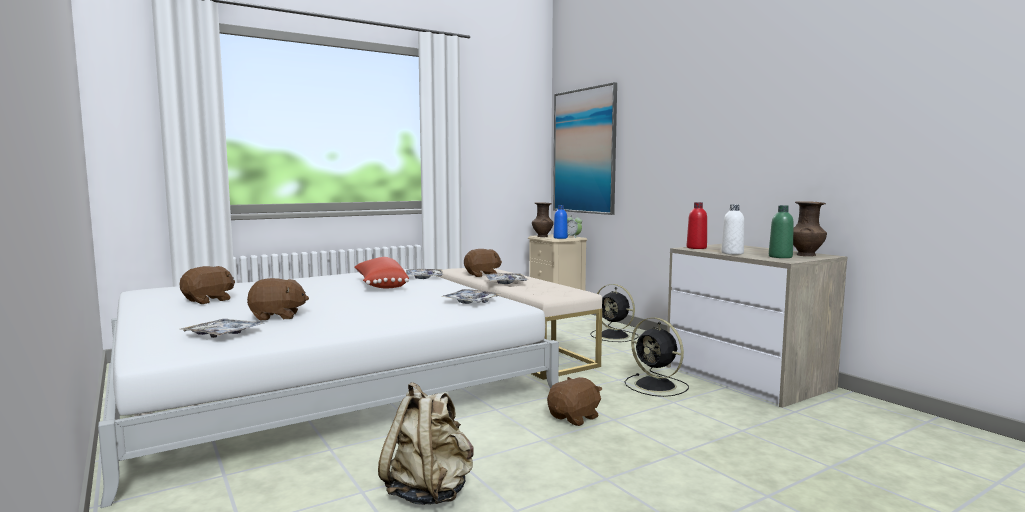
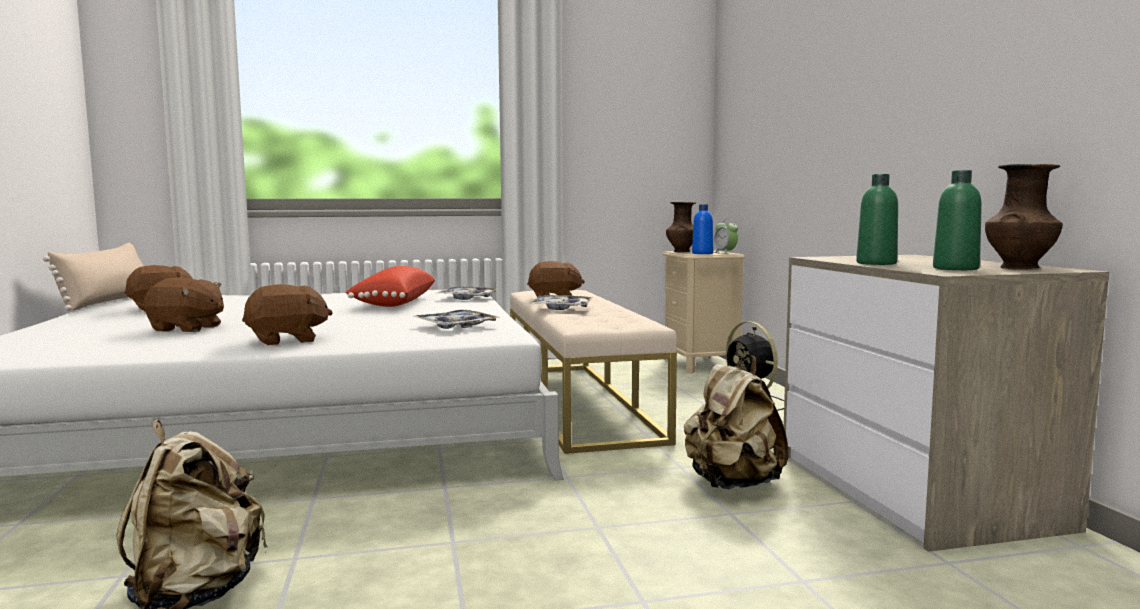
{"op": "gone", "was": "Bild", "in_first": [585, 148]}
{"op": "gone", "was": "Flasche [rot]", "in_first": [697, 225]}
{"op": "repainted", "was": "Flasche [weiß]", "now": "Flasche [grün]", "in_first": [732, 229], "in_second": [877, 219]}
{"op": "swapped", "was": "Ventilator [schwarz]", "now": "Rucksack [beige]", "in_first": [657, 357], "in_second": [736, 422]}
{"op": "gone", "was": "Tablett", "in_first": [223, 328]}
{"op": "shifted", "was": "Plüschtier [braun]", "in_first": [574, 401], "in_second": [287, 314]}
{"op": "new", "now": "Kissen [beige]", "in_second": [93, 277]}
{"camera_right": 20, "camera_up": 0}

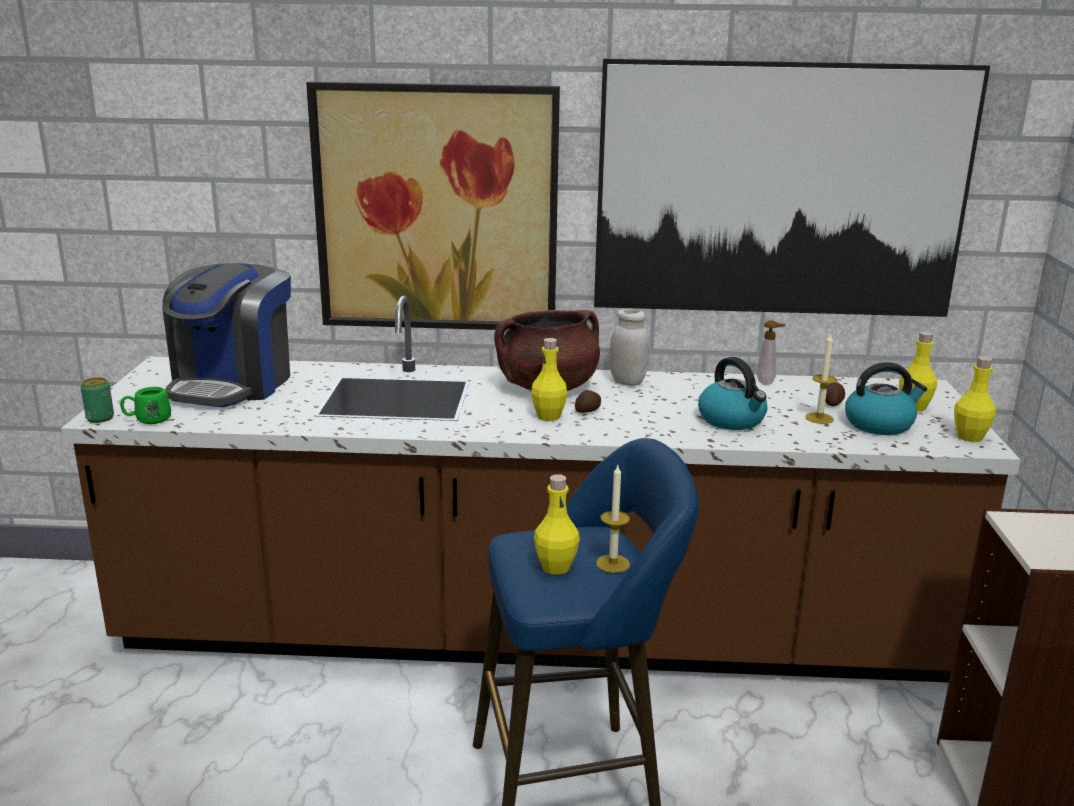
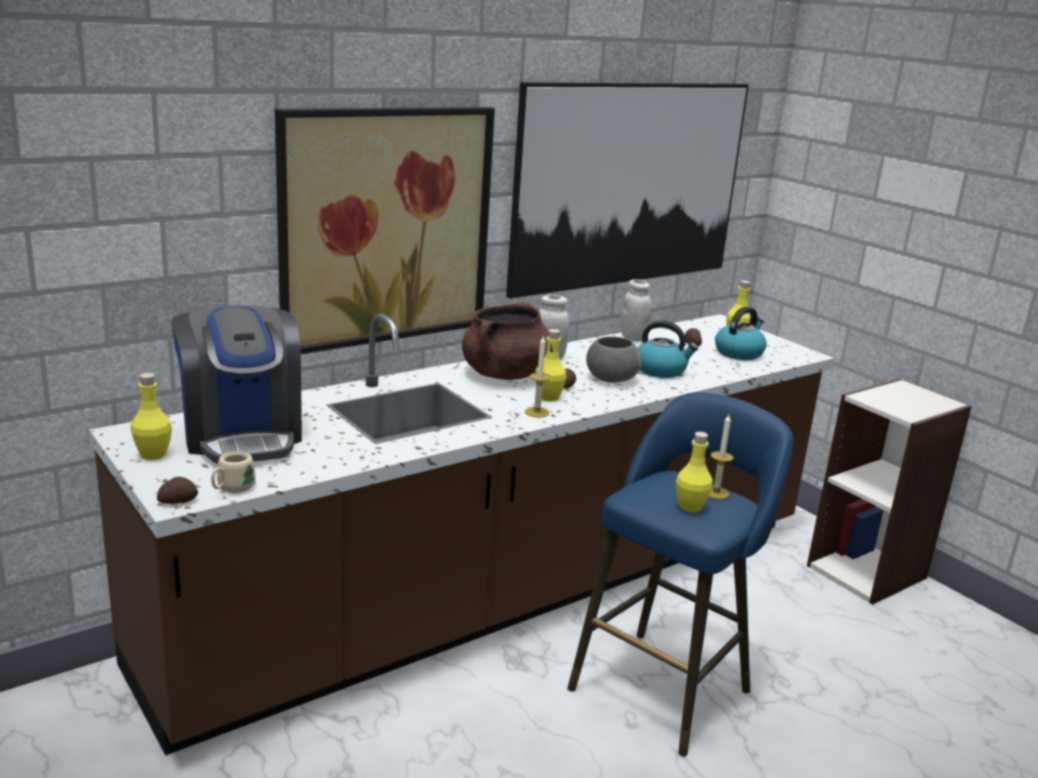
{"op": "swapped", "was": "Seifenspender", "now": "Vorratsglas [weiß]", "in_first": [770, 353], "in_second": [636, 310]}
{"op": "shifted", "was": "Kerze", "in_first": [821, 378], "in_second": [538, 376]}
{"op": "shifted", "was": "Flasche [gelb]", "in_first": [975, 399], "in_second": [151, 416]}
{"op": "swapped", "was": "Dose", "now": "Kartoffel", "in_first": [97, 400], "in_second": [177, 490]}
{"op": "repainted", "was": "Henkelbecher [grün]", "now": "Henkelbecher [beige]", "in_first": [145, 405], "in_second": [233, 472]}
{"op": "new", "now": "Schüssel [grau]", "in_second": [613, 359]}
{"camera_right": -40, "camera_up": 0}

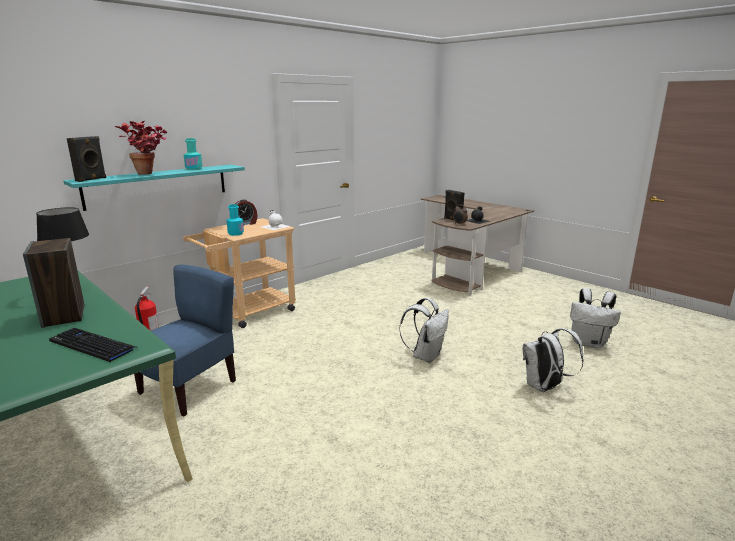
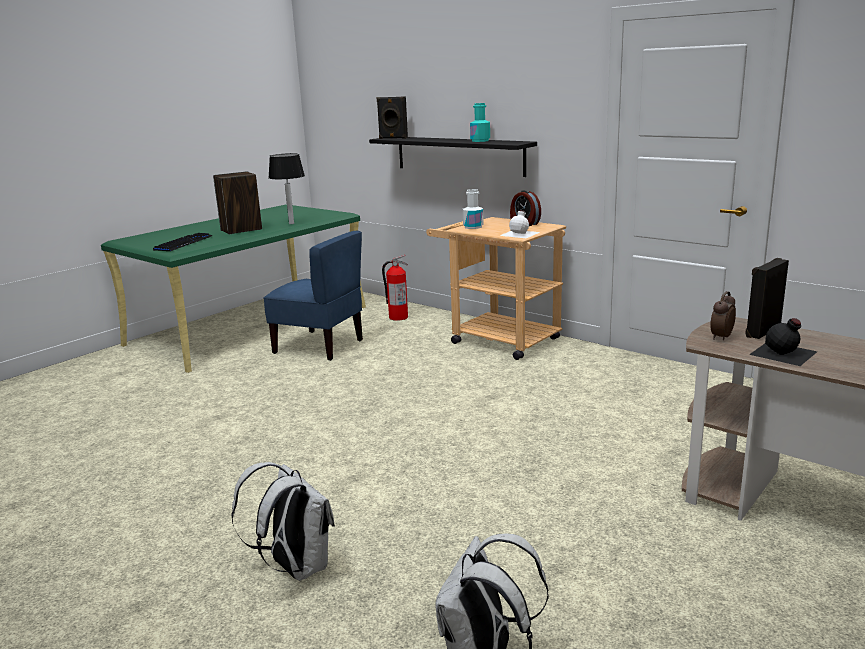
{"op": "gone", "was": "Topfpflanze", "in_first": [141, 148]}
{"op": "repainted", "was": "Wandregal [türkis]", "now": "Wandregal [schwarz]", "in_first": [154, 188], "in_second": [453, 157]}
{"op": "repainted", "was": "Flasche [türkis]", "now": "Flasche [weiß]", "in_first": [235, 220], "in_second": [473, 209]}
{"op": "gone", "was": "Rucksack [weiß]", "in_first": [424, 330]}
{"camera_right": 85, "camera_up": 0}

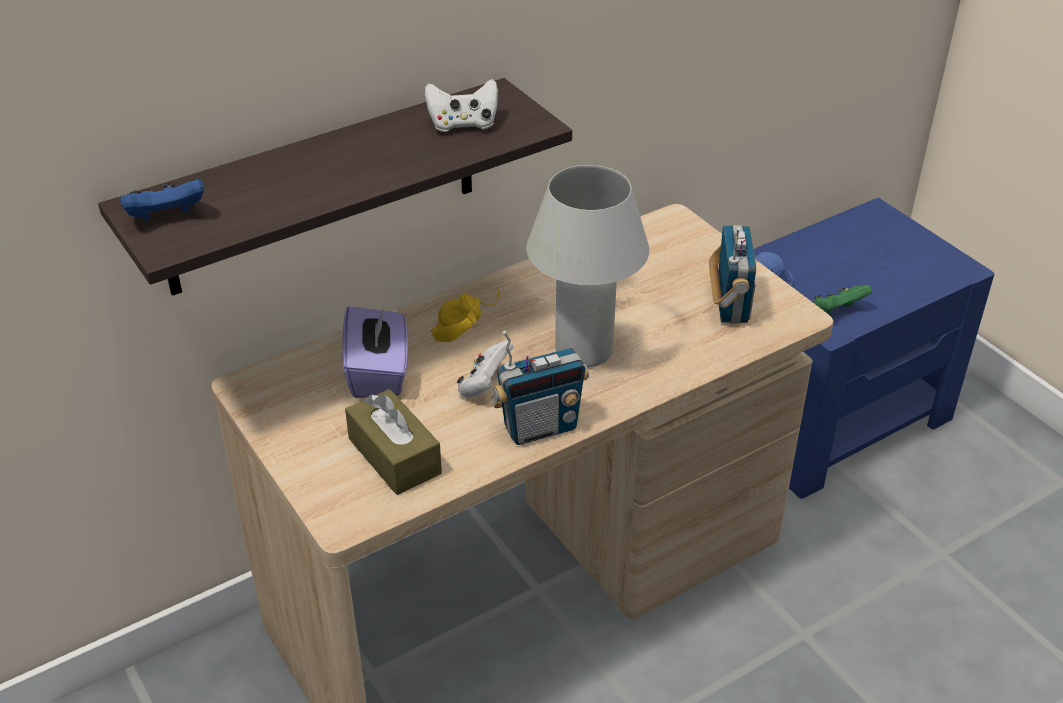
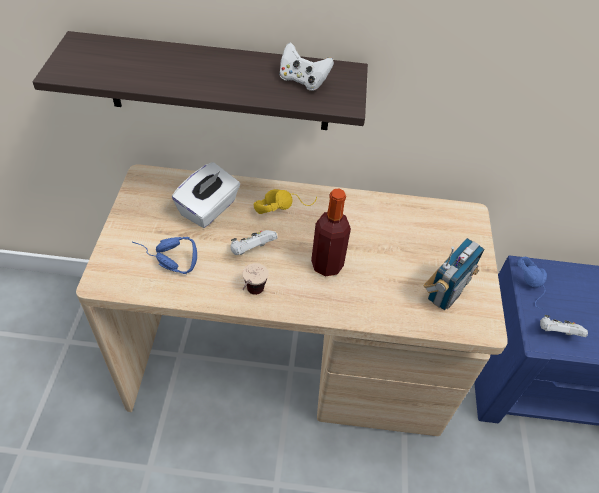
{"op": "swapped", "was": "Tischlampe [weiß]", "now": "Flasche", "in_first": [587, 266], "in_second": [331, 232]}
{"op": "gone", "was": "Gamepad [blau]", "in_first": [162, 200]}
{"op": "repainted", "was": "Gamepad [grün]", "now": "Gamepad [weiß]", "in_first": [843, 299], "in_second": [564, 326]}
{"op": "repainted", "was": "Taschentuchbox [lila]", "now": "Taschentuchbox [weiß]", "in_first": [375, 350], "in_second": [206, 195]}
{"op": "swapped", "was": "Radio", "now": "Tasse", "in_first": [540, 387], "in_second": [255, 279]}
{"op": "swapped", "was": "Taschentuchbox [braun]", "now": "Kopfhörer [blau]", "in_first": [393, 442], "in_second": [165, 255]}
{"camera_right": 35, "camera_up": 10}

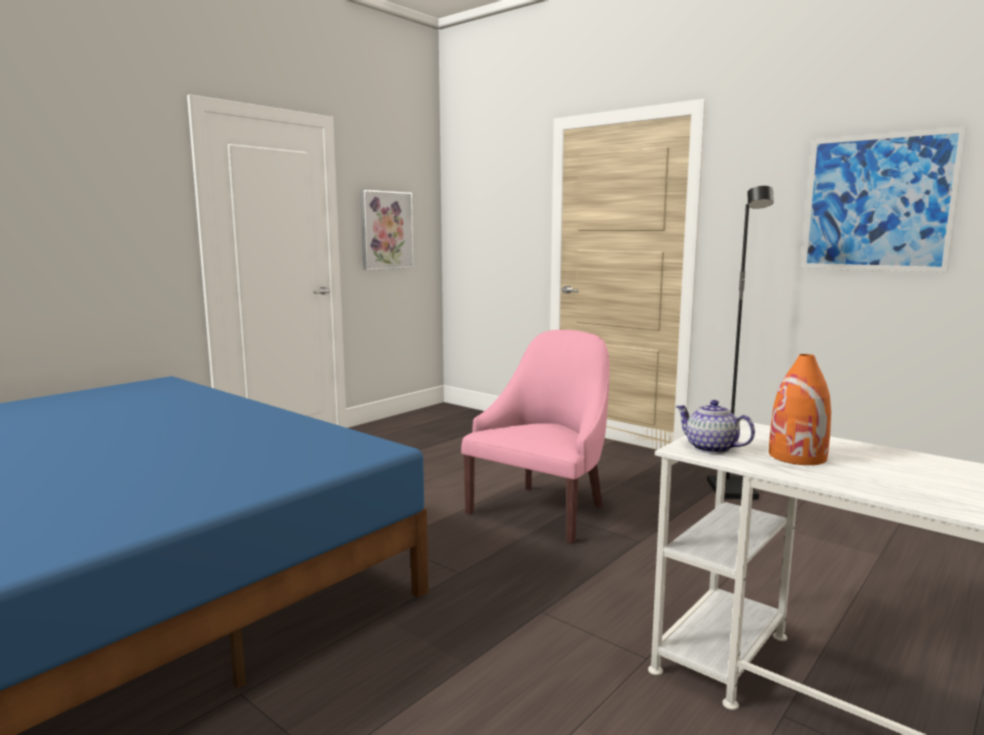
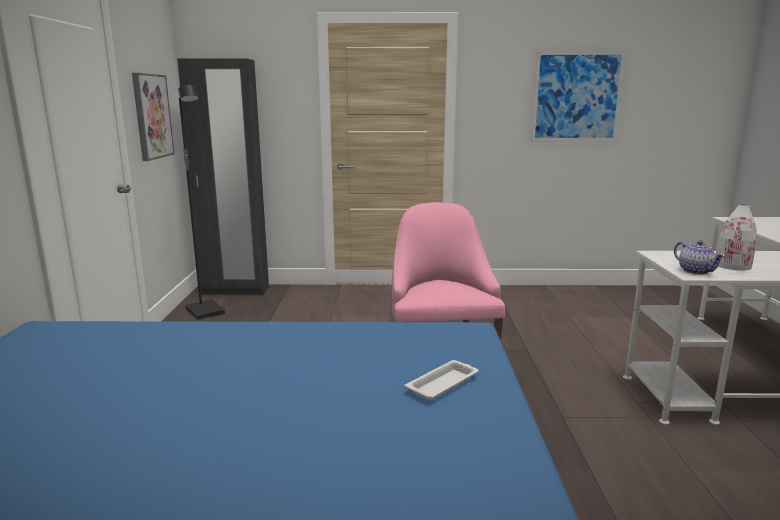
{"op": "shifted", "was": "Stehlampe [schwarz]", "in_first": [740, 343], "in_second": [201, 202]}
{"op": "repainted", "was": "Vase [orange]", "now": "Vase [weiß]", "in_first": [800, 409], "in_second": [736, 237]}
{"op": "rotated", "was": "Teekanne", "in_first": [715, 427], "in_second": [699, 257], "clockwise": -120}
{"op": "new", "now": "Kleiderschrank [schwarz]", "in_second": [223, 177]}
{"op": "new", "now": "Tablett [weiß]", "in_second": [441, 380]}
{"camera_right": -40, "camera_up": 5}

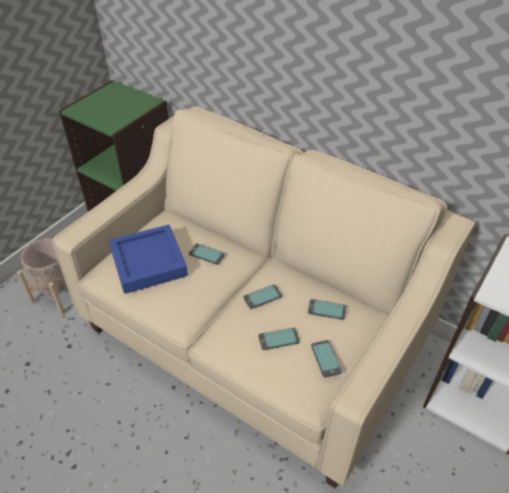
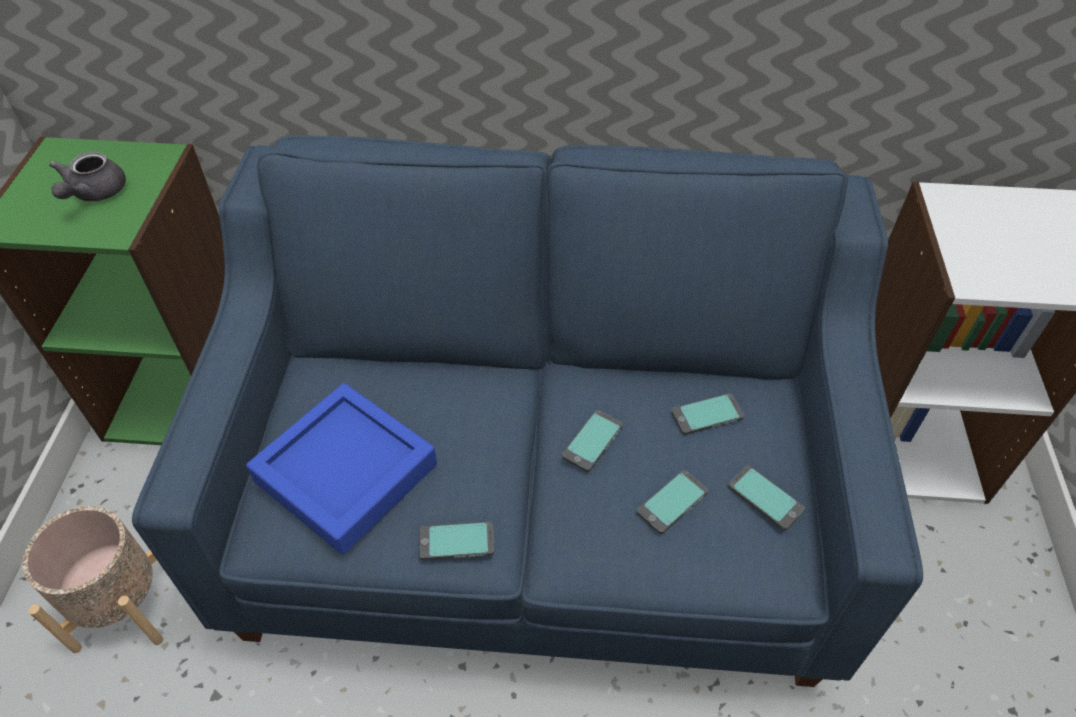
{"op": "repainted", "was": "Sofa [beige]", "now": "Sofa [blau]", "in_first": [264, 297], "in_second": [527, 411]}
{"op": "shifted", "was": "Handy", "in_first": [207, 254], "in_second": [456, 541]}
{"op": "new", "now": "Teekanne [grau]", "in_second": [87, 176]}
{"camera_right": -30, "camera_up": 5}

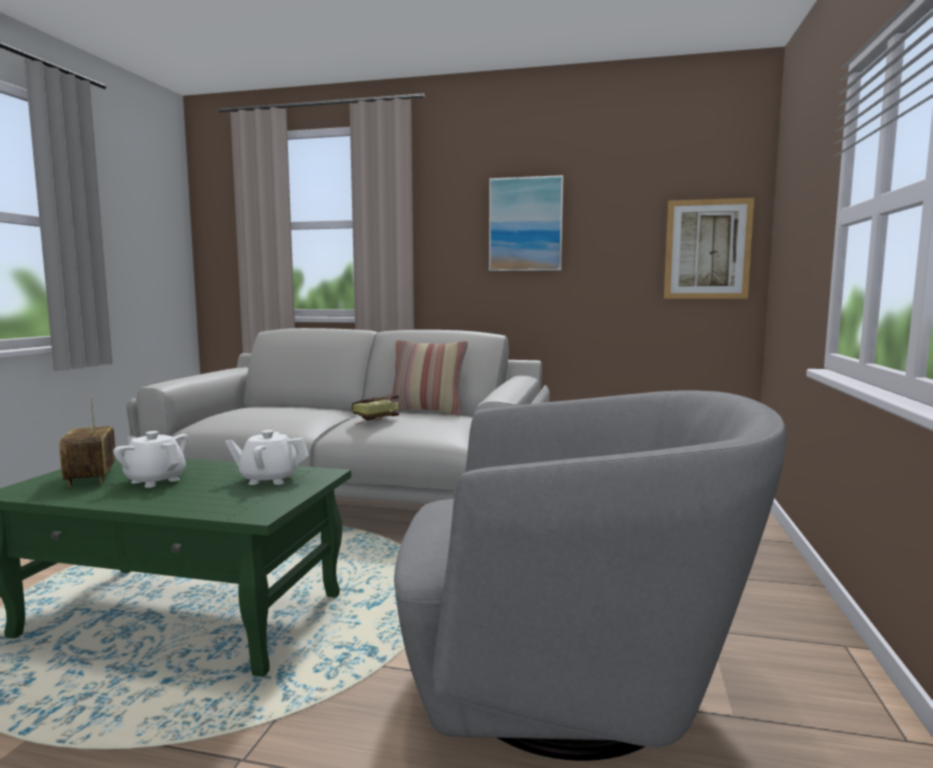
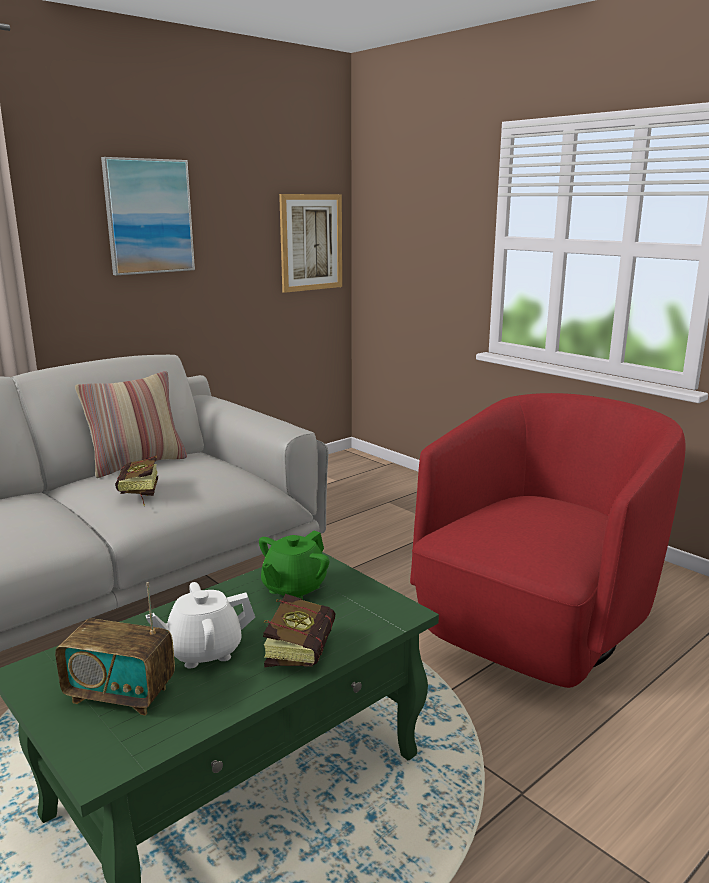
{"op": "repainted", "was": "Sessel [grau]", "now": "Sessel [rot]", "in_first": [590, 575], "in_second": [547, 540]}
{"op": "repainted", "was": "Teekanne [weiß]", "now": "Teekanne [grün]", "in_first": [267, 457], "in_second": [294, 565]}
{"op": "new", "now": "Buch", "in_second": [299, 630]}
{"camera_right": -55, "camera_up": 10}

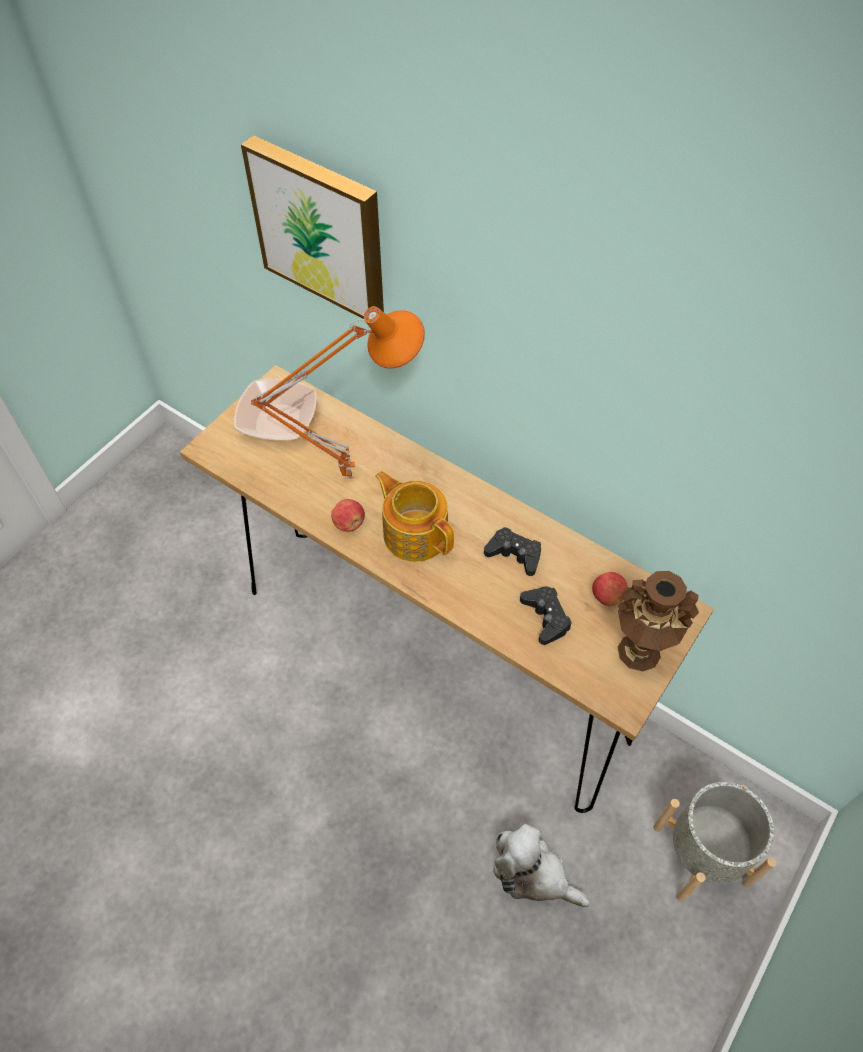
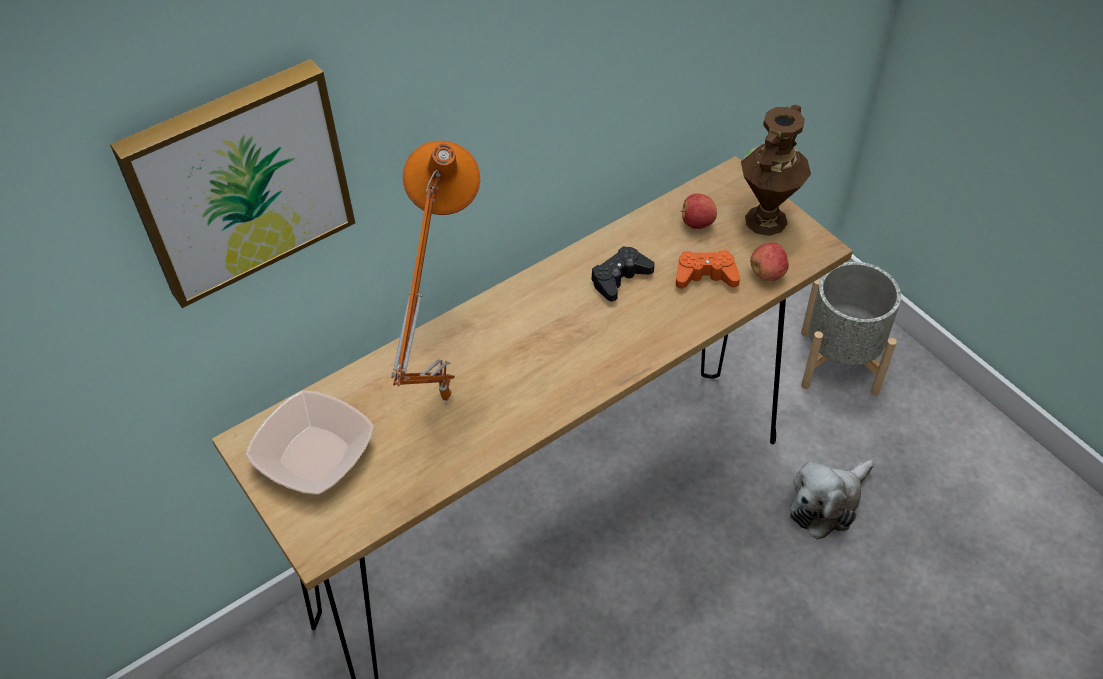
{"op": "gone", "was": "Teekanne", "in_first": [414, 516]}
{"op": "shifted", "was": "Apfel", "in_first": [348, 515], "in_second": [769, 261]}
{"op": "repainted", "was": "Gamepad [schwarz]", "now": "Gamepad [orange]", "in_first": [546, 615], "in_second": [708, 269]}
{"camera_right": -70, "camera_up": -5}

